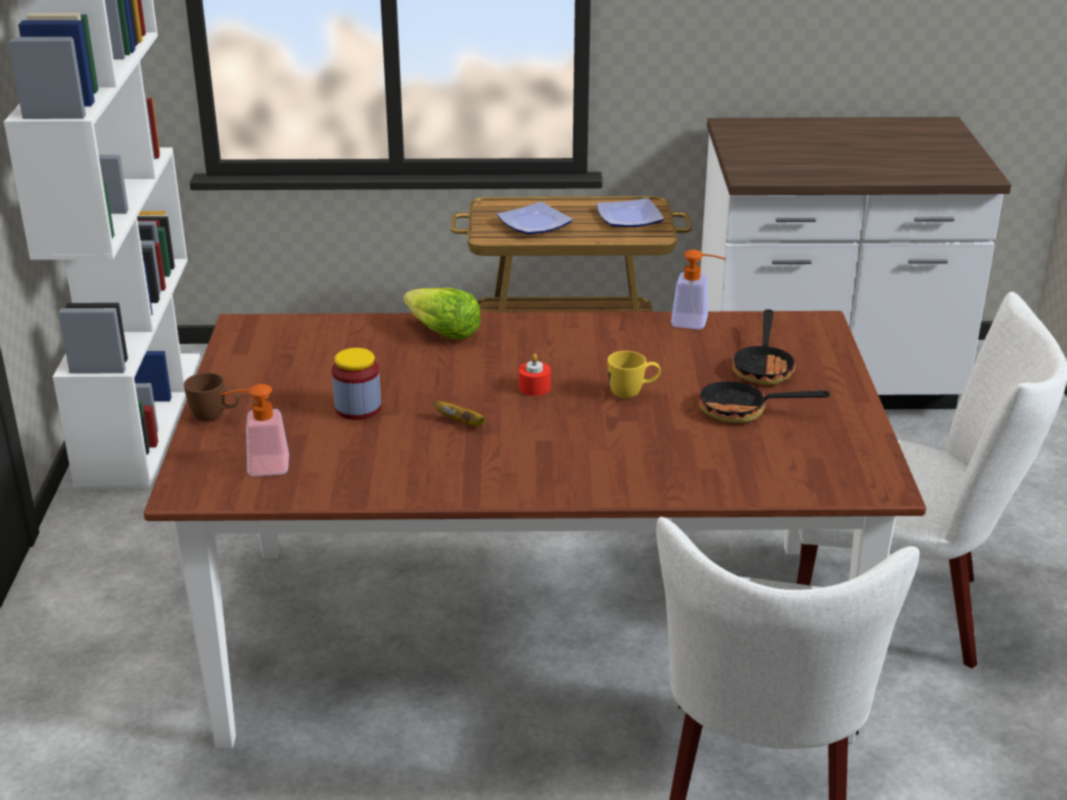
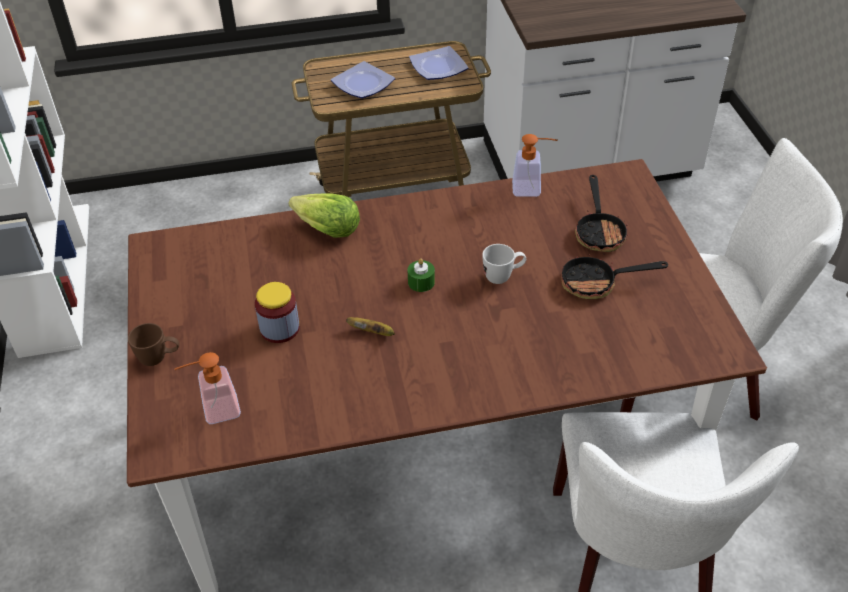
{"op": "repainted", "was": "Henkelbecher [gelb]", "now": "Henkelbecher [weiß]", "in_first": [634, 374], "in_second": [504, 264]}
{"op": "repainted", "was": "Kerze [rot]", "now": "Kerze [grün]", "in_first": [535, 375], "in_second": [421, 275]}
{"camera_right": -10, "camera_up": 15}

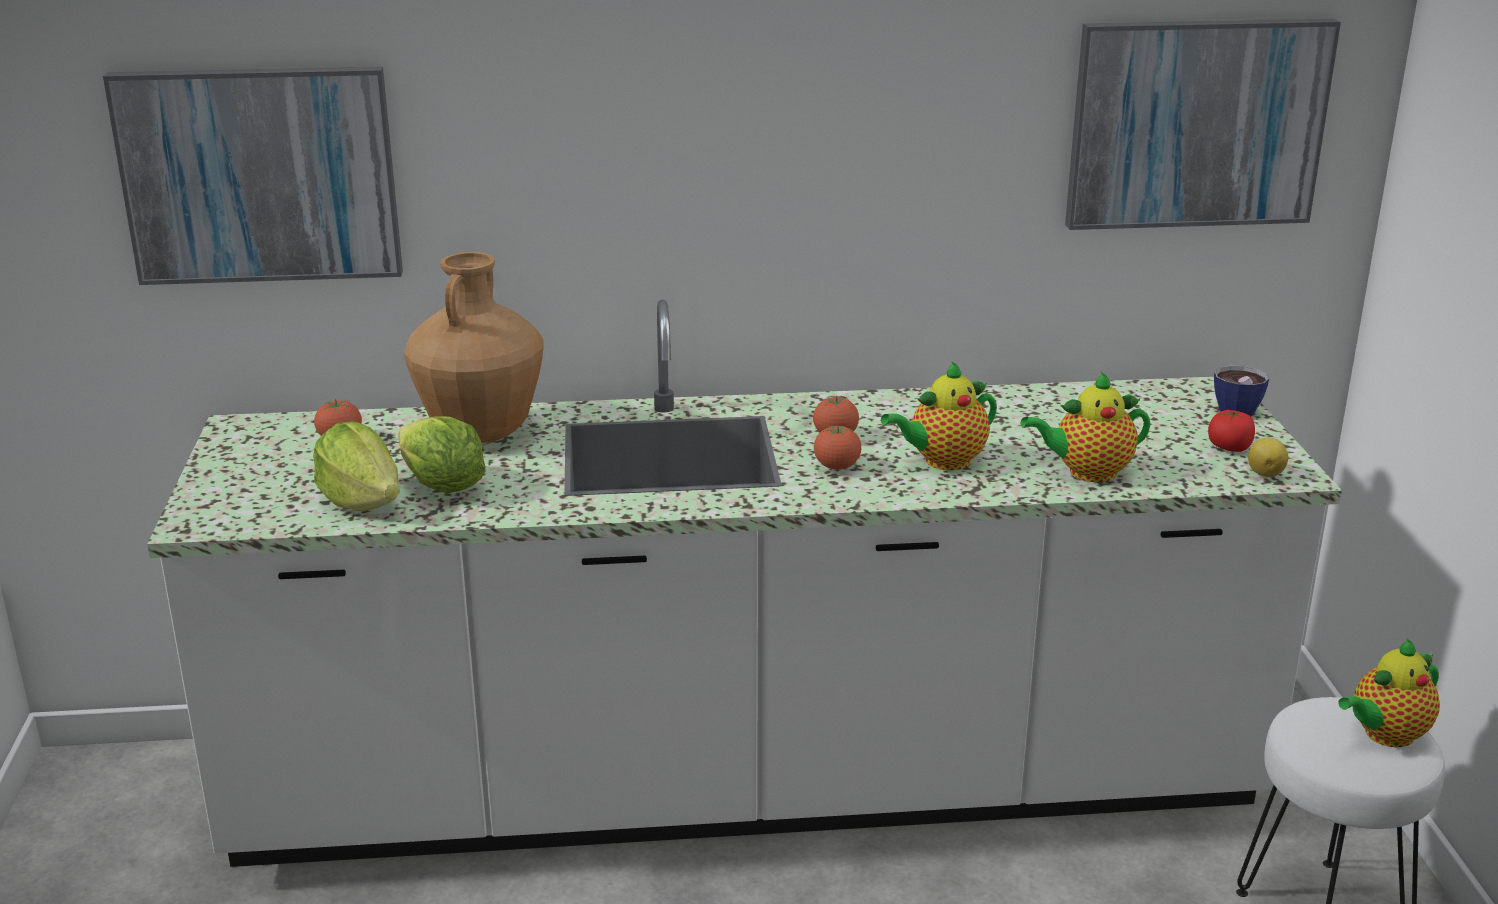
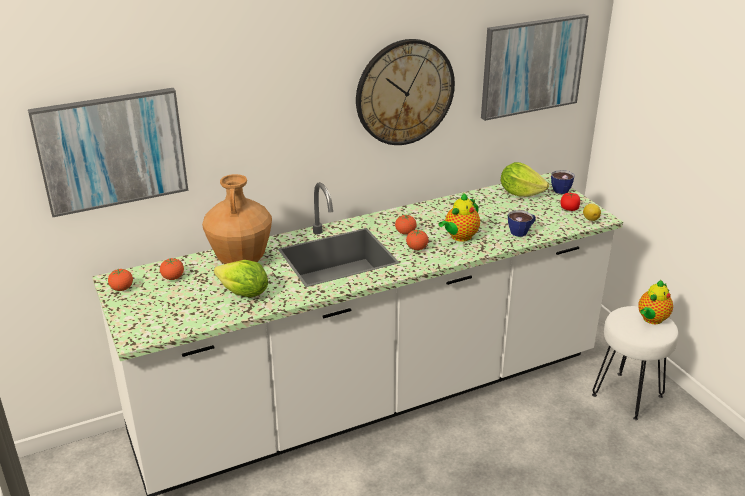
{"op": "swapped", "was": "Teekanne", "now": "Tasse", "in_first": [1085, 427], "in_second": [522, 223]}
{"op": "shifted", "was": "Salatkopf", "in_first": [356, 466], "in_second": [525, 179]}
{"op": "new", "now": "Wanduhr", "in_second": [405, 92]}
{"op": "new", "now": "Tomate", "in_second": [120, 280]}
{"camera_right": -20, "camera_up": 5}

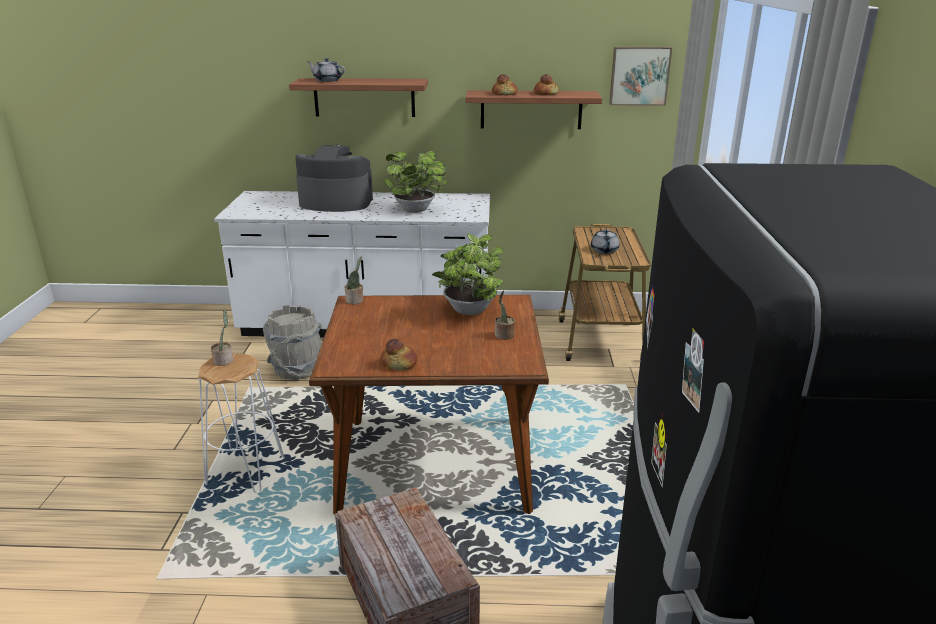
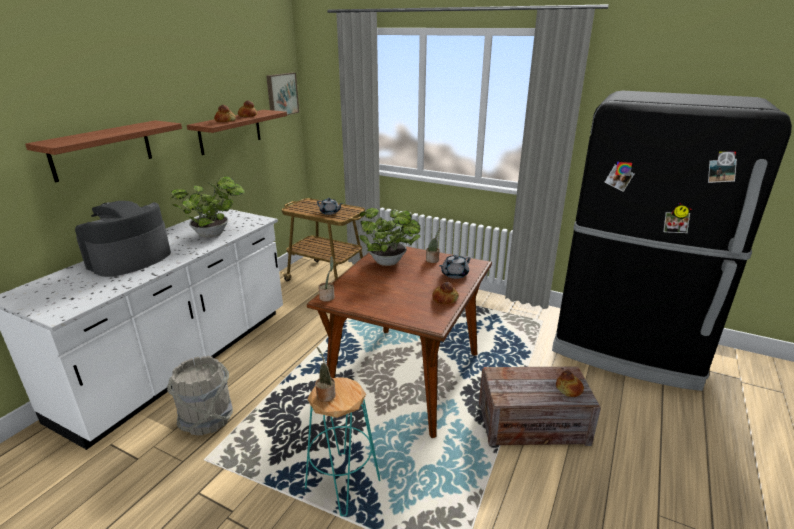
{"op": "shifted", "was": "Teekanne [grau]", "in_first": [326, 70], "in_second": [454, 267]}
{"op": "repainted", "was": "Hocker [weiß]", "now": "Hocker [türkis]", "in_first": [241, 423], "in_second": [342, 447]}
{"op": "new", "now": "Brot", "in_second": [570, 383]}
{"camera_right": -65, "camera_up": 0}

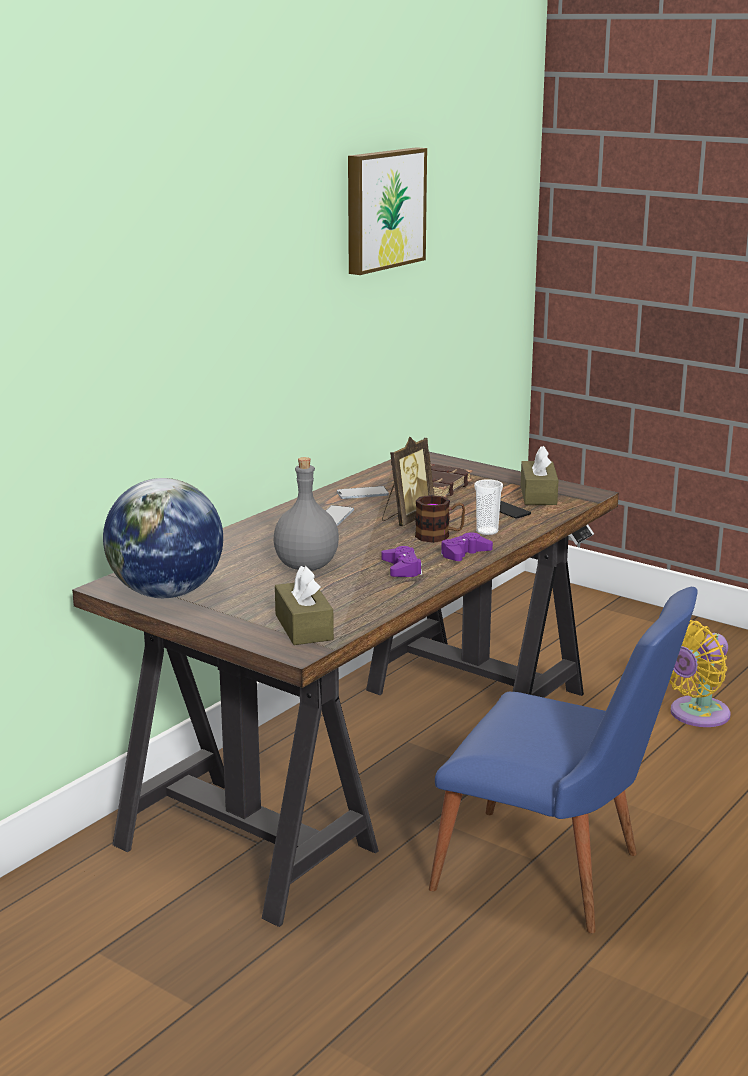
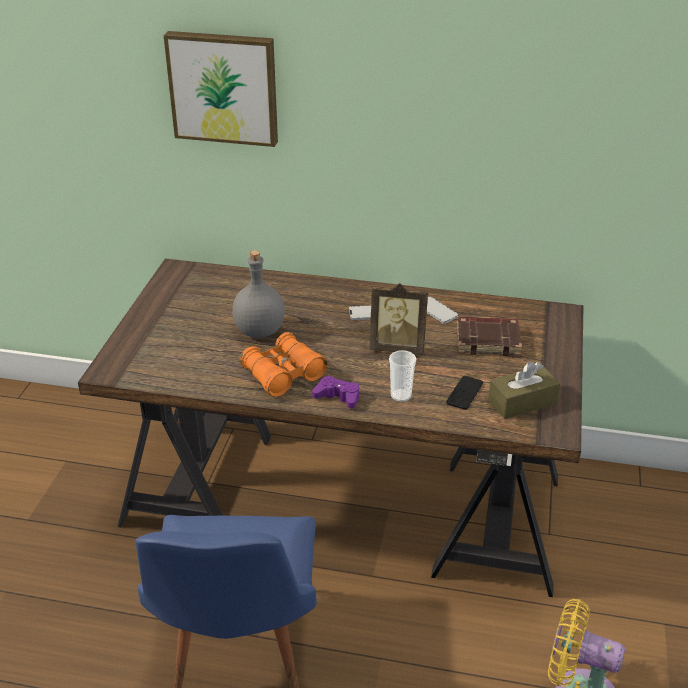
{"op": "shifted", "was": "Bild", "in_first": [387, 211], "in_second": [221, 89]}
{"op": "gone", "was": "Globus", "in_first": [163, 538]}
{"op": "gone", "was": "Henkelbecher", "in_first": [440, 519]}
{"op": "swapped", "was": "Gamepad [lila]", "now": "Fernglas [orange]", "in_first": [401, 561], "in_second": [283, 364]}
{"op": "gone", "was": "Taschentuchbox [braun]", "in_first": [304, 605]}
{"camera_right": 65, "camera_up": 15}

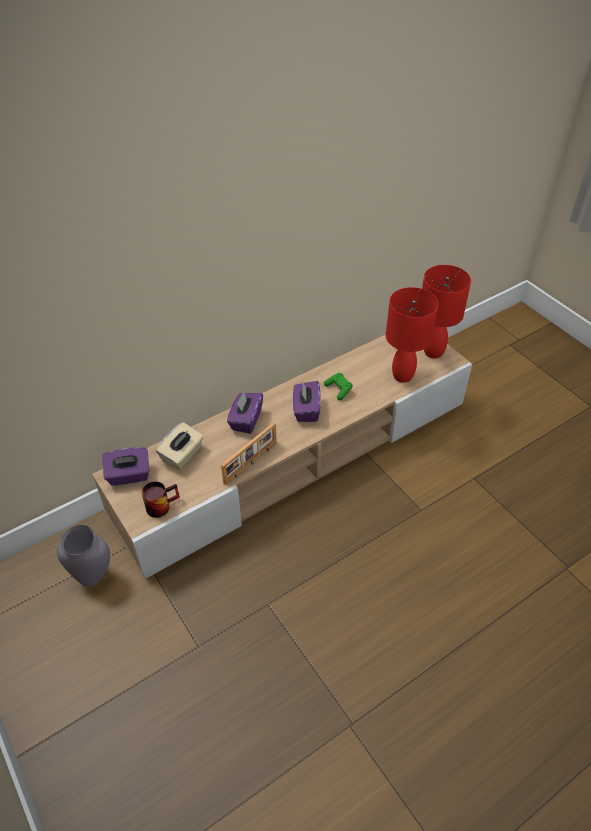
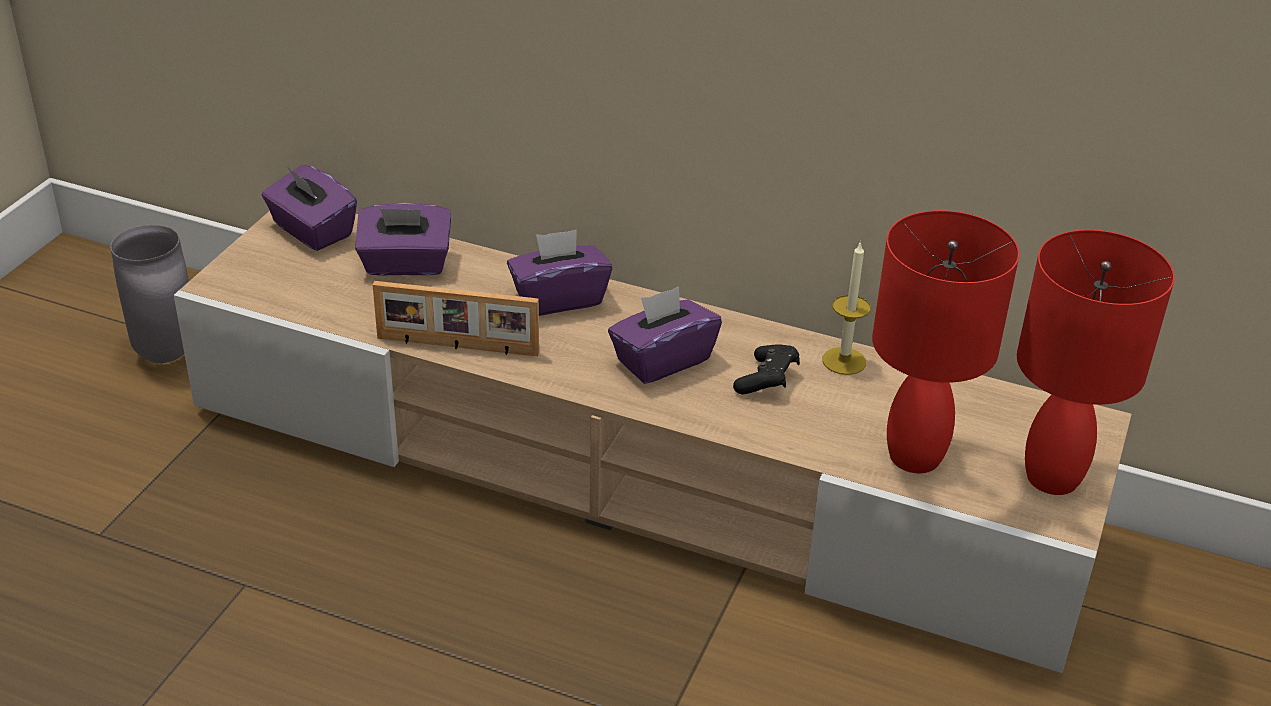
{"op": "repainted", "was": "Gamepad [grün]", "now": "Gamepad [schwarz]", "in_first": [338, 386], "in_second": [766, 369]}
{"op": "repainted", "was": "Taschentuchbox [beige]", "now": "Taschentuchbox [lila]", "in_first": [179, 446], "in_second": [403, 239]}
{"op": "gone", "was": "Henkelbecher", "in_first": [160, 499]}
{"op": "new", "now": "Kerze", "in_second": [846, 308]}
{"camera_right": 55, "camera_up": -10}

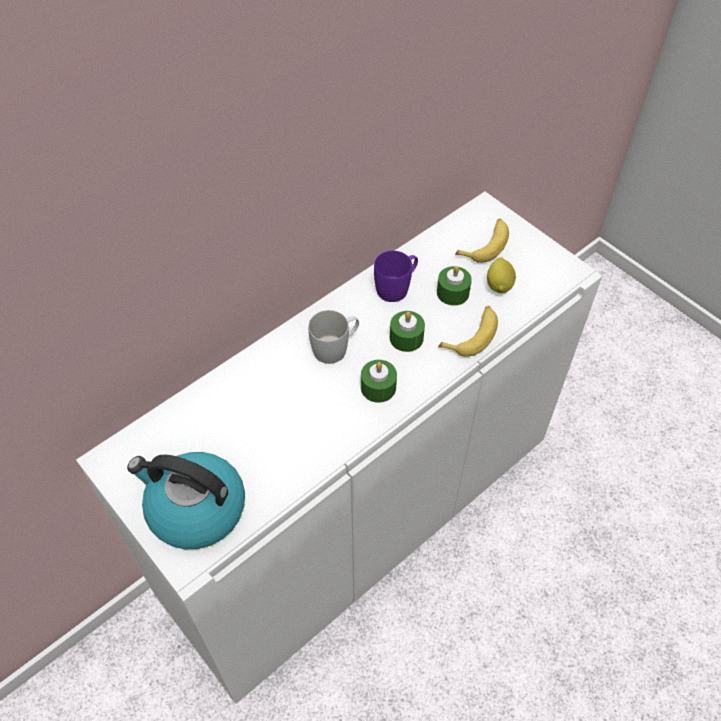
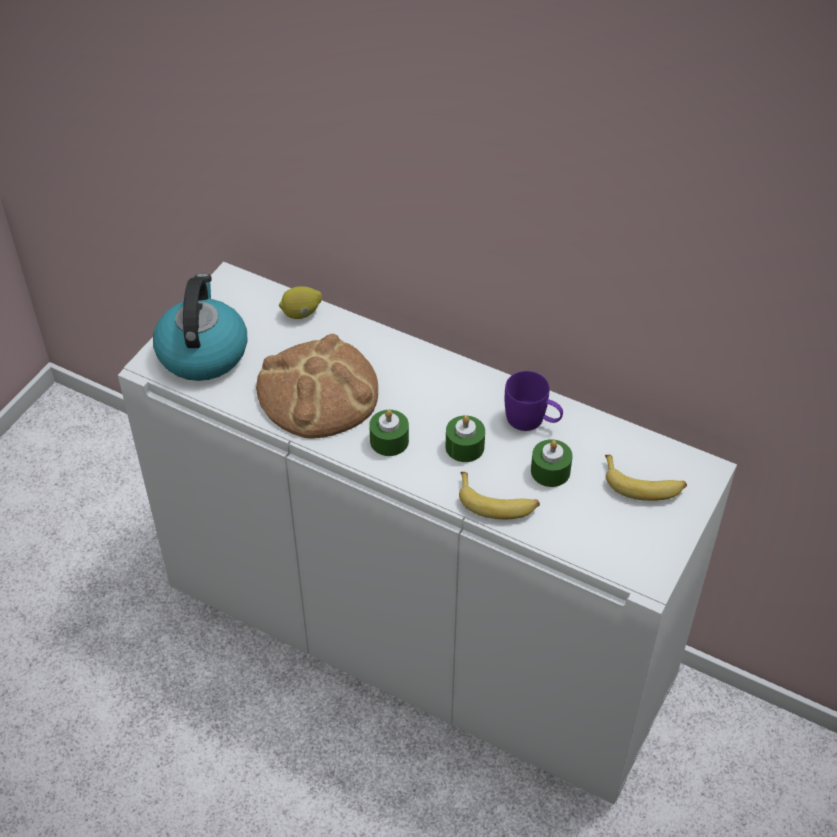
{"op": "shifted", "was": "Zitrone", "in_first": [501, 275], "in_second": [300, 302]}
{"op": "gone", "was": "Henkelbecher [weiß]", "in_first": [333, 337]}
{"op": "new", "now": "Brot", "in_second": [317, 386]}
{"camera_right": 70, "camera_up": -5}

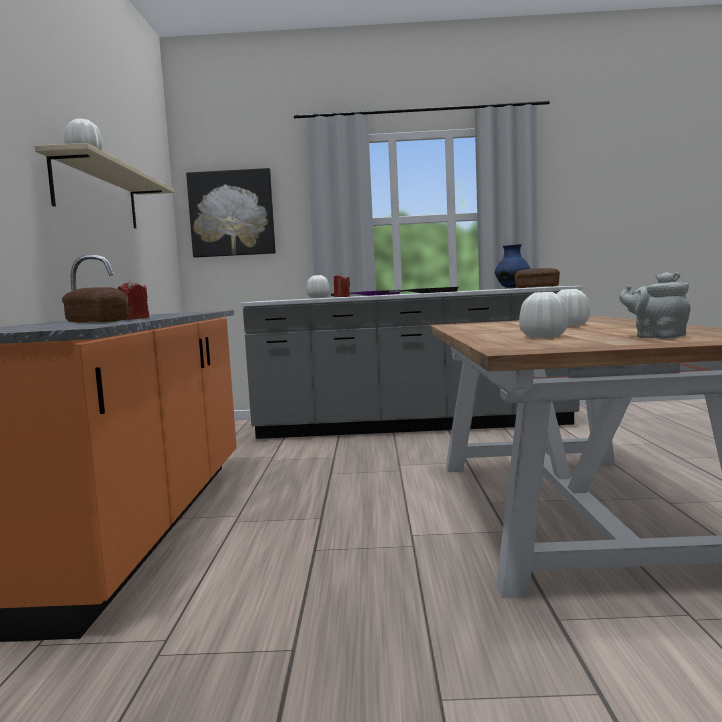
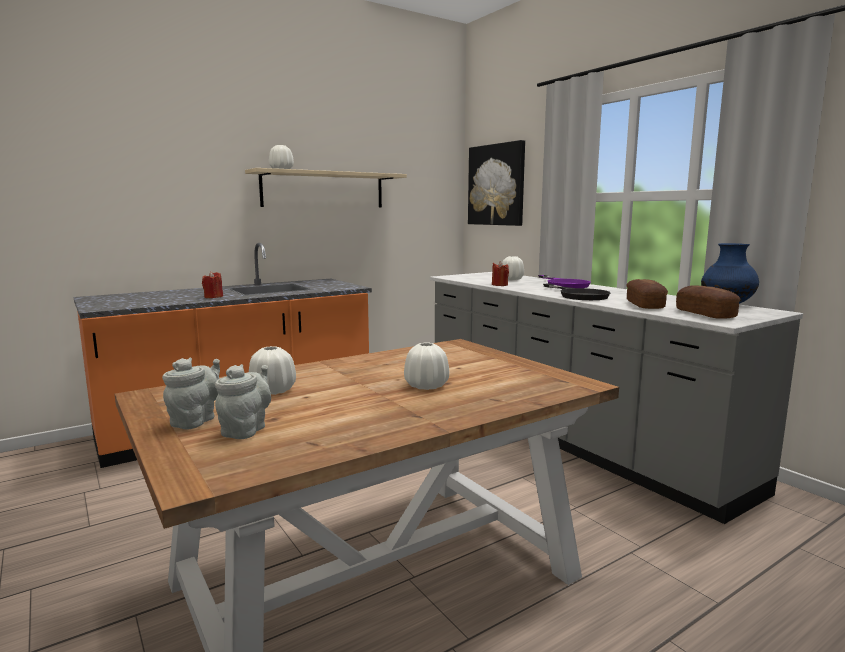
{"op": "shifted", "was": "Brot", "in_first": [95, 304], "in_second": [647, 294]}
{"op": "new", "now": "Teekanne [grau]", "in_second": [191, 393]}
{"camera_right": 55, "camera_up": 5}

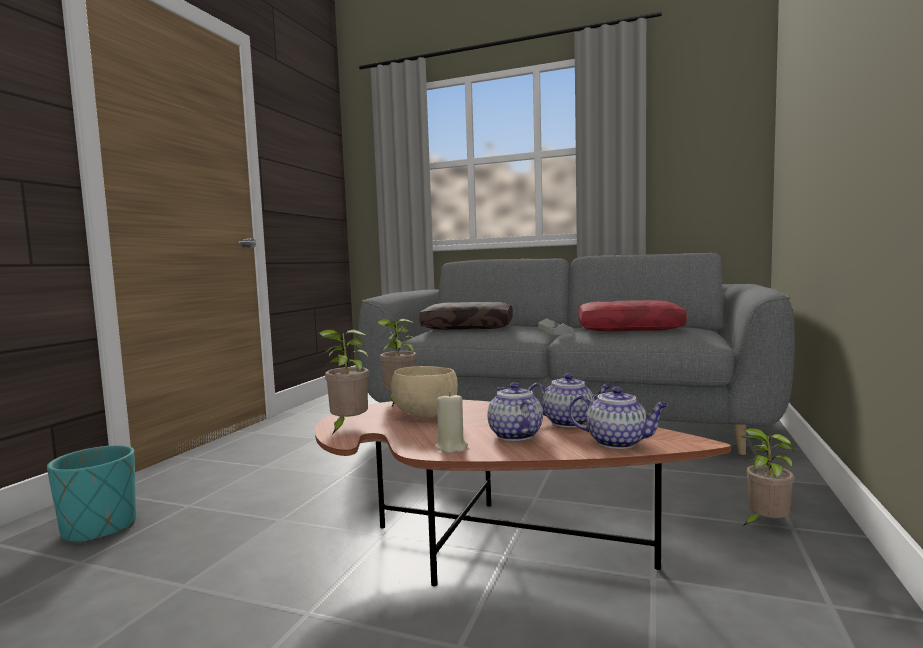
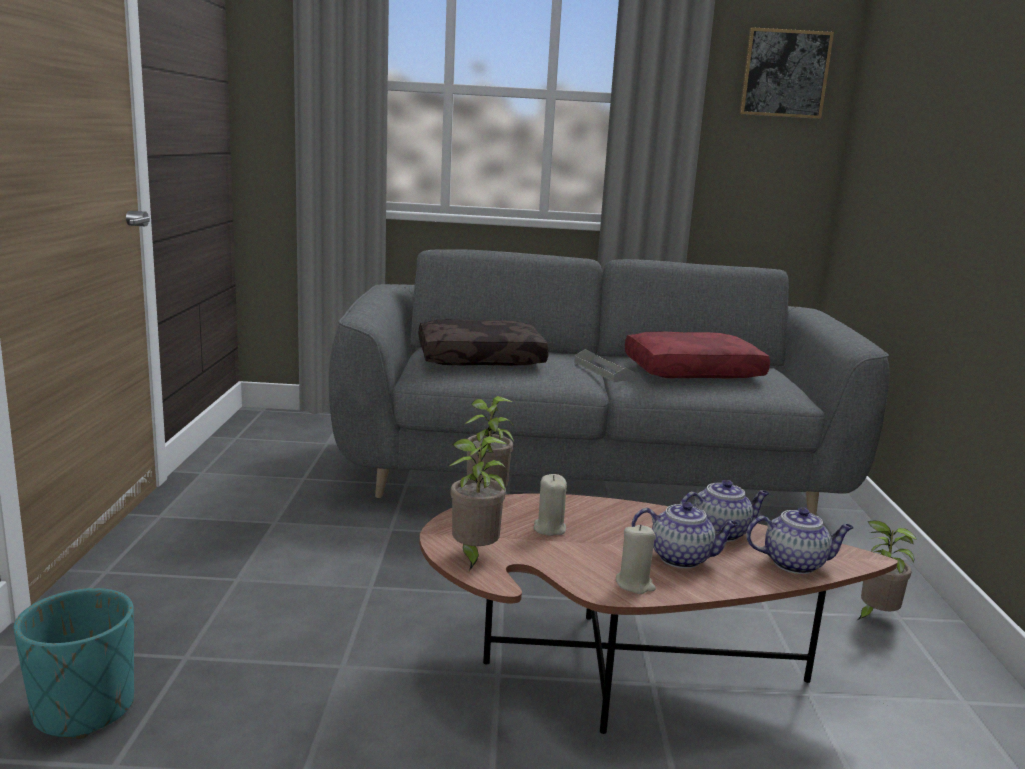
{"op": "swapped", "was": "Schüssel [beige]", "now": "Kerze [beige]", "in_first": [424, 392], "in_second": [550, 505]}
{"op": "rotated", "was": "Teekanne", "in_first": [515, 411], "in_second": [685, 535], "clockwise": 135}
{"op": "new", "now": "Bild", "in_second": [786, 73]}
{"camera_right": -20, "camera_up": 10}

